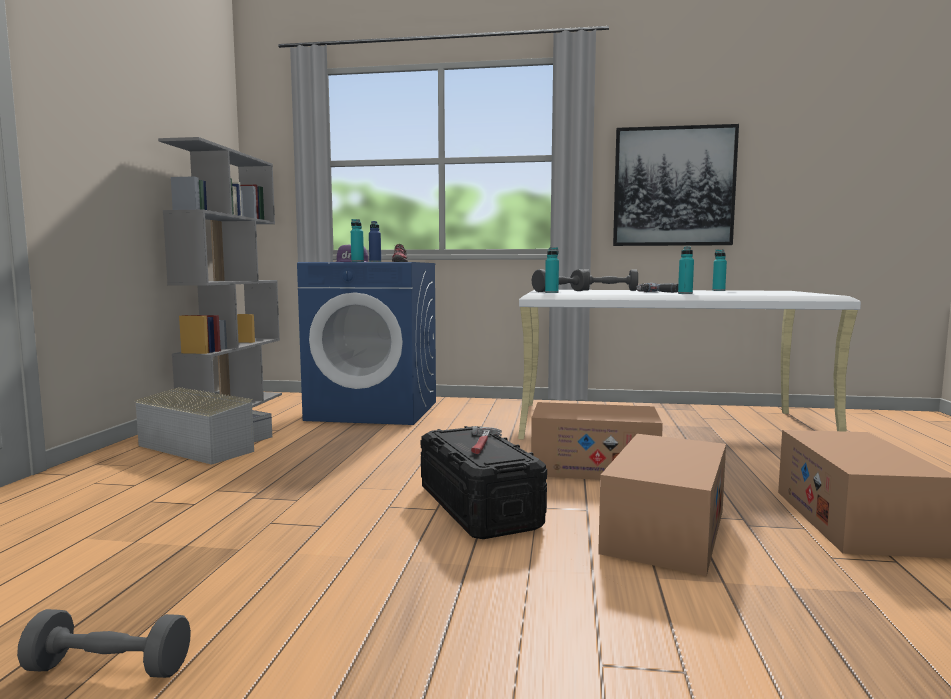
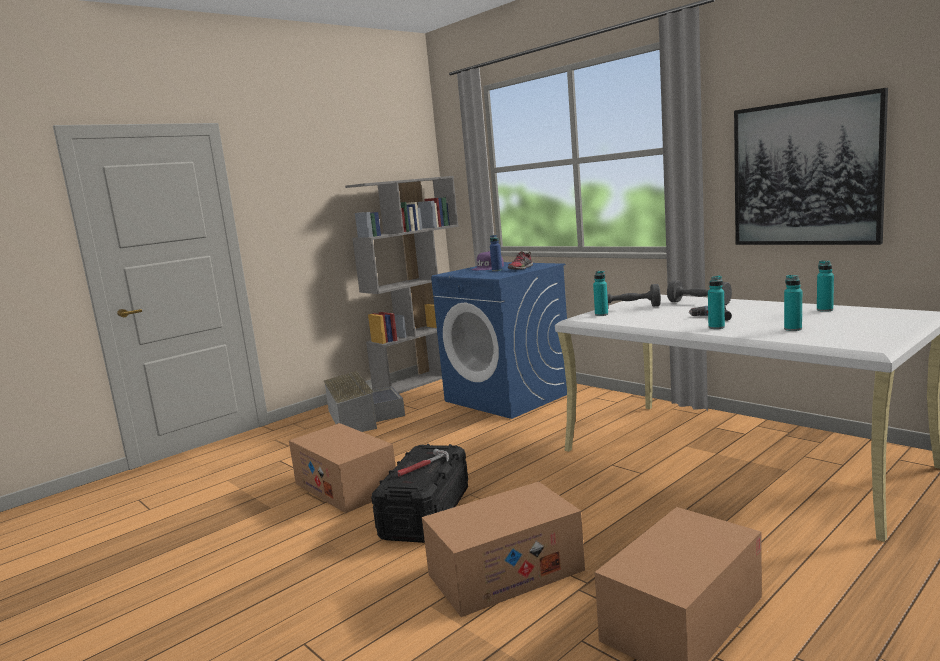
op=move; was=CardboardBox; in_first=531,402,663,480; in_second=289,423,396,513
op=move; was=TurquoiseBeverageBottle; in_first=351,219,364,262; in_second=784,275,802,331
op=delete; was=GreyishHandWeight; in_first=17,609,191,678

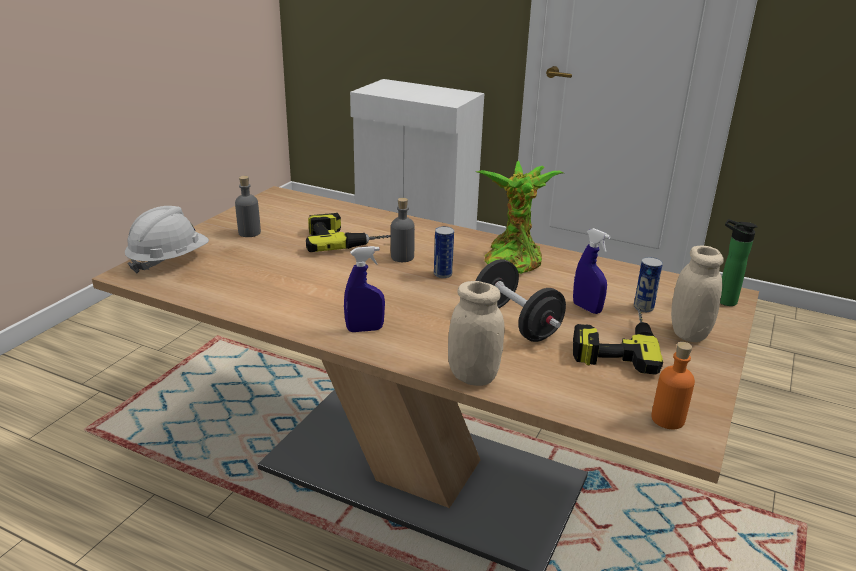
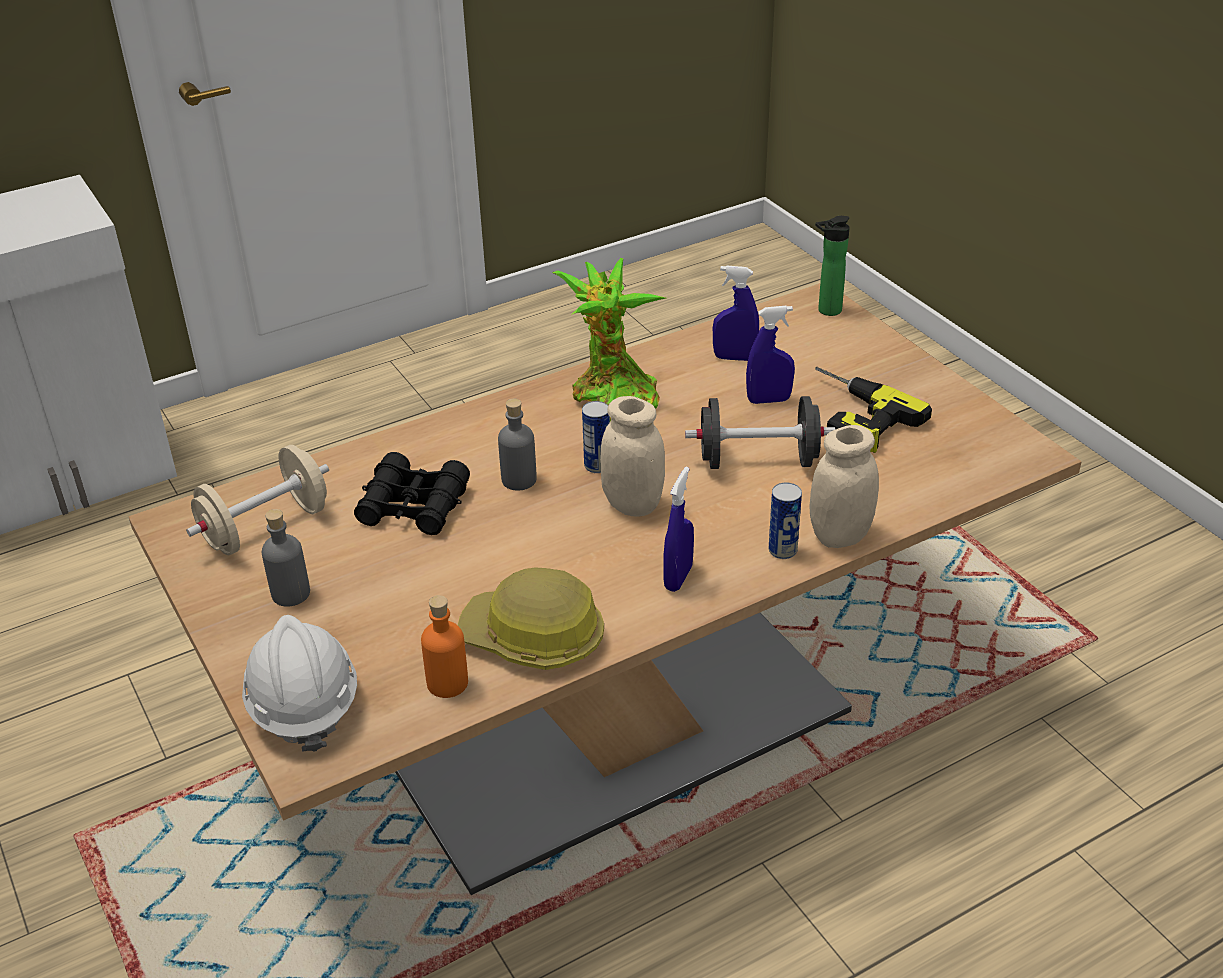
op=insert; now=BeigeColouredHandWeight; in_second=186,445,329,555
op=replace; was=ElectricDrill; now=BlackishBinoculars; in_first=306,213,391,252; in_second=354,452,470,535
op=move; was=OrangeColouredBeverageBottle; in_first=651,342,695,429; in_second=421,595,468,698
op=insert; now=HardHat; in_second=458,567,604,670
op=move; was=BeigeColouredJar; in_first=671,246,724,342; in_second=600,396,665,517
op=insert; now=BlueColouredSprayer; in_second=713,265,759,361
op=move; was=SealedCan; in_first=634,257,663,312; in_second=769,483,802,559

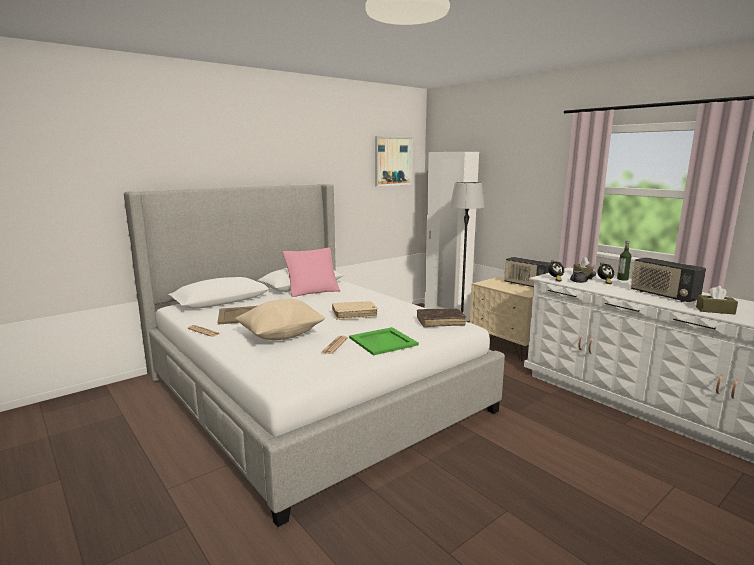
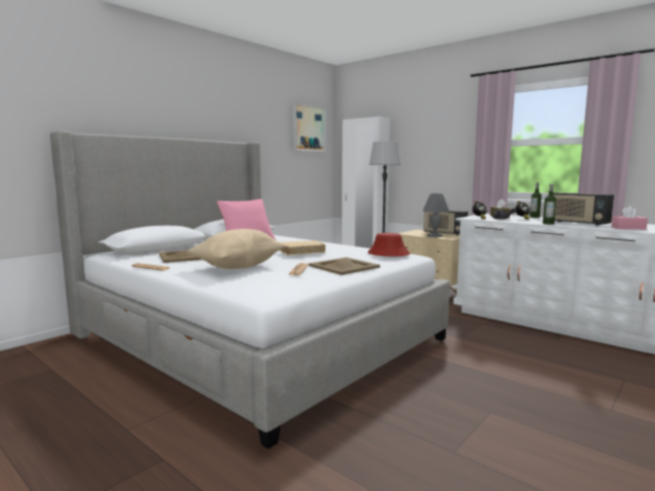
op=recolor; was=GreenTray; now=BeigeColouredTray; in_first=349,327,419,355; in_second=309,257,380,275
op=replace; was=BrownVolume; now=RedClothingHat; in_first=417,308,466,327; in_second=368,233,410,256
op=insert; now=GreyishTableLamp; in_second=423,194,449,237
op=insert; now=BeverageBottle; in_second=543,184,556,224
op=recolor; was=BrownBoxOfTissues; now=PinkColouredBoxOfTissues; in_first=696,286,738,315; in_second=611,206,648,230

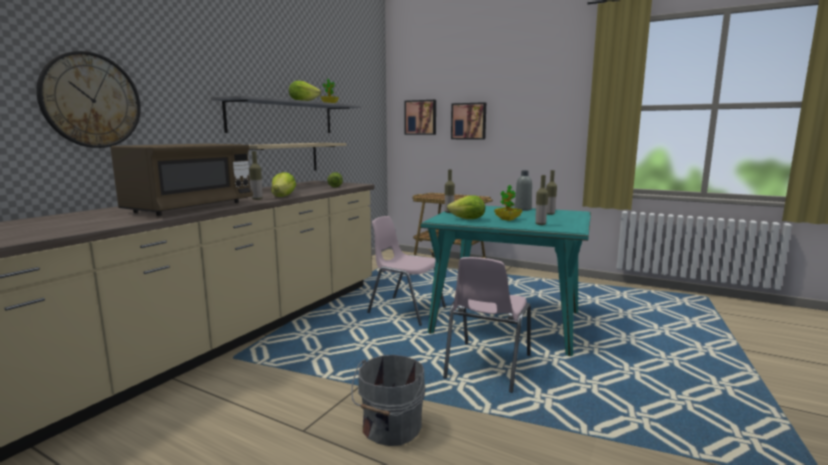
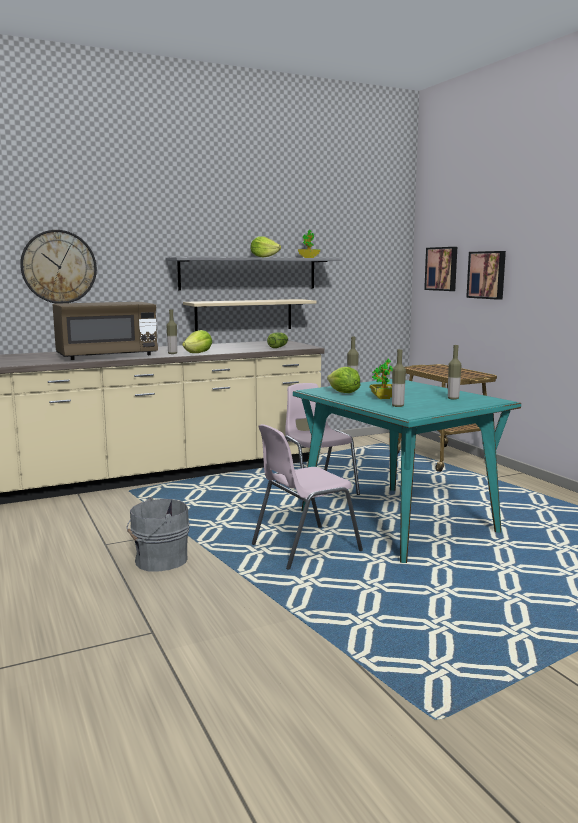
op=delete; was=GreyishBeverageBottle; in_first=515,170,532,211

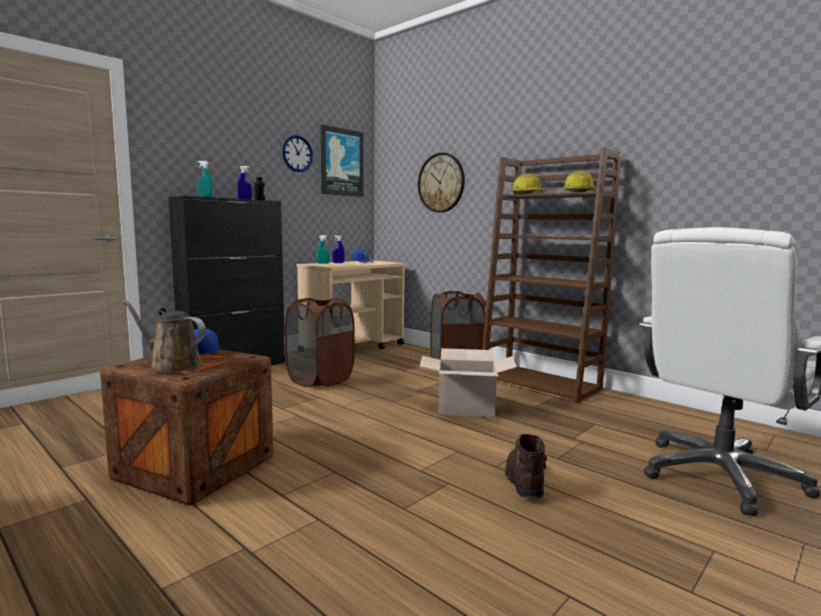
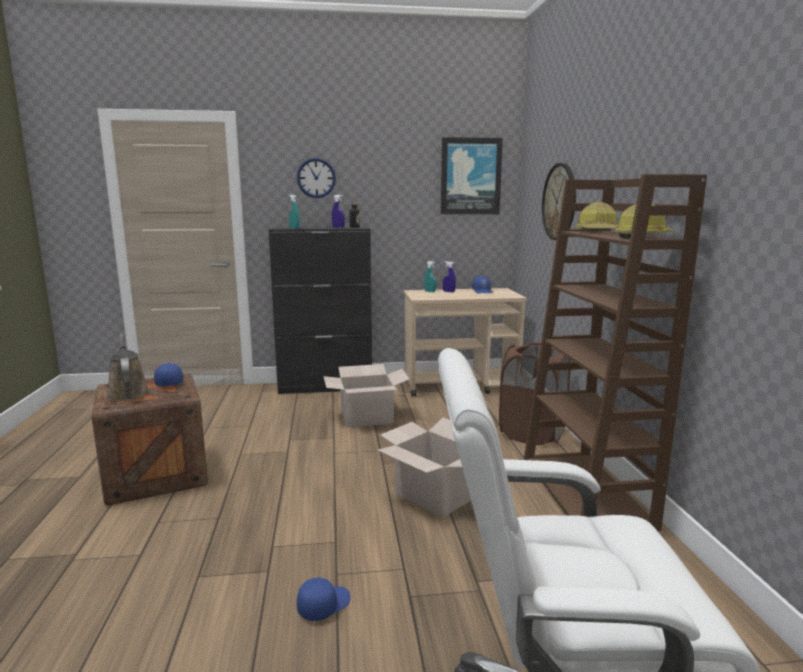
op=move; was=ClockOnTheWall; in_first=282,135,313,172; in_second=297,158,336,198
op=replace; was=BrownBoot; now=BlueColouredPeakedCap; in_first=505,434,547,498; in_second=297,578,350,621
op=replace; was=BrownHamper; now=CardboardBox; in_first=285,298,354,387; in_second=323,364,410,428

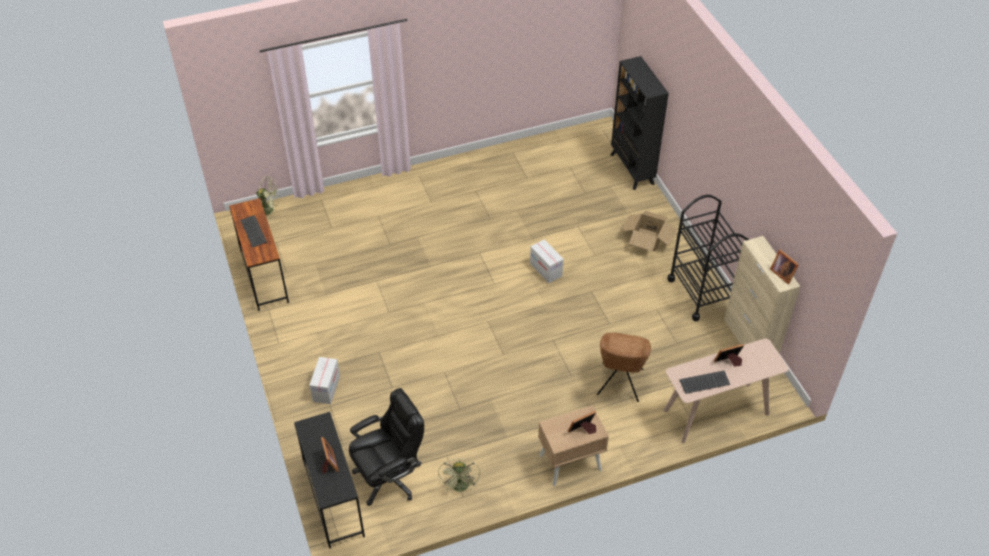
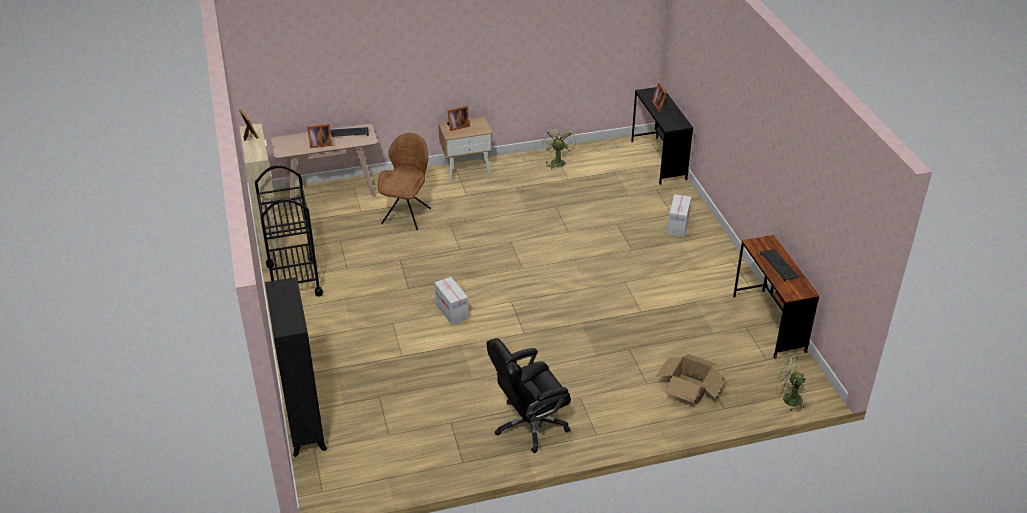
op=move; was=BlackishComputerChair; in_first=349,388,424,506; in_second=487,338,571,453
op=move; was=CardboardBox; in_first=621,211,676,251; in_second=656,354,726,404

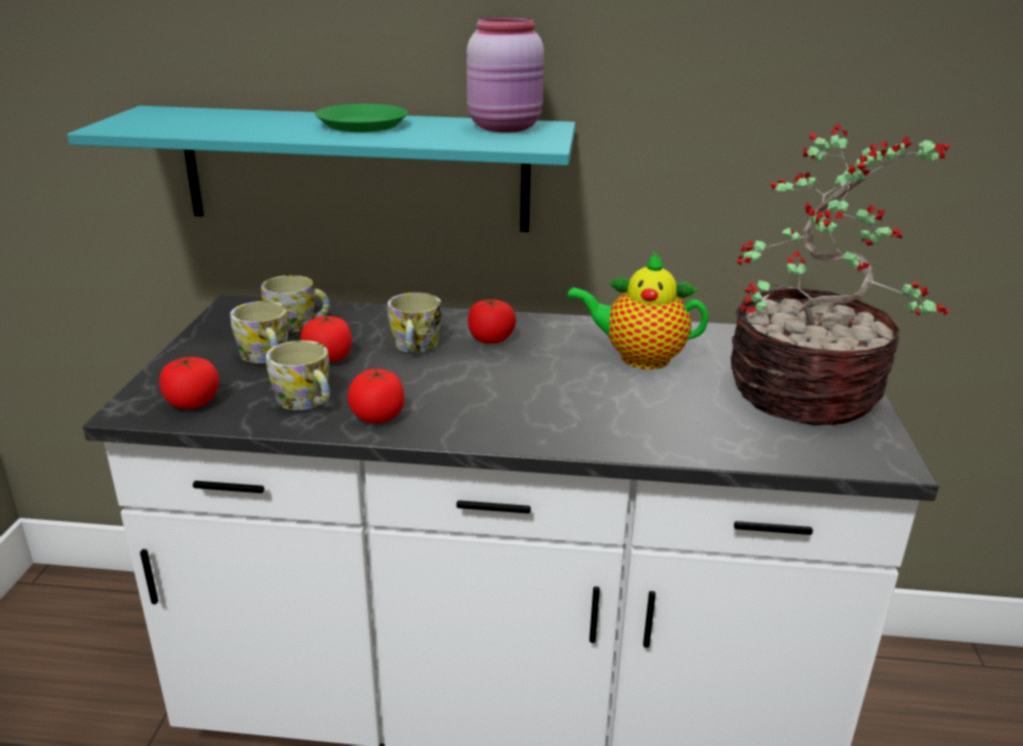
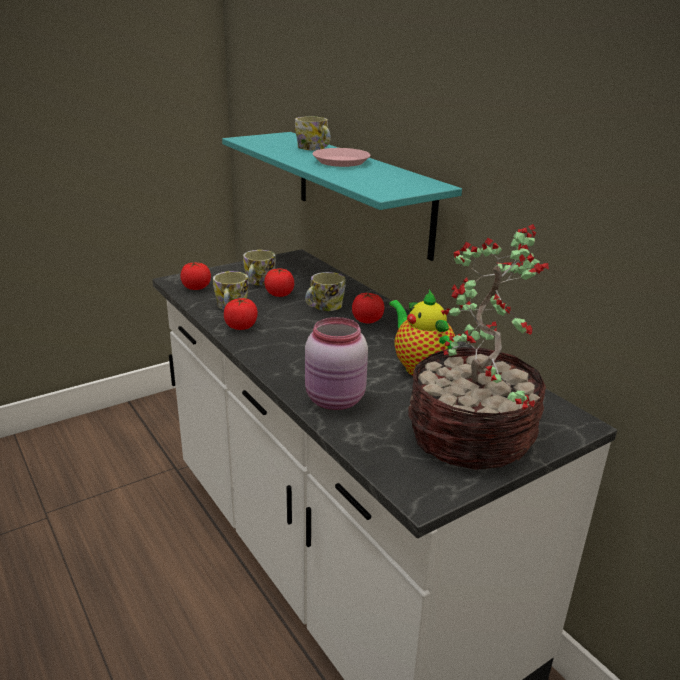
op=move; was=CoffeeMug; in_first=261,275,330,333; in_second=295,116,331,150
op=move; was=PinkColouredJar; in_first=467,17,544,133; in_second=305,317,368,410
op=recolor; was=GreenDinnerPlate; now=PinkColouredDinnerPlate; in_first=315,104,408,132; in_second=312,148,371,167

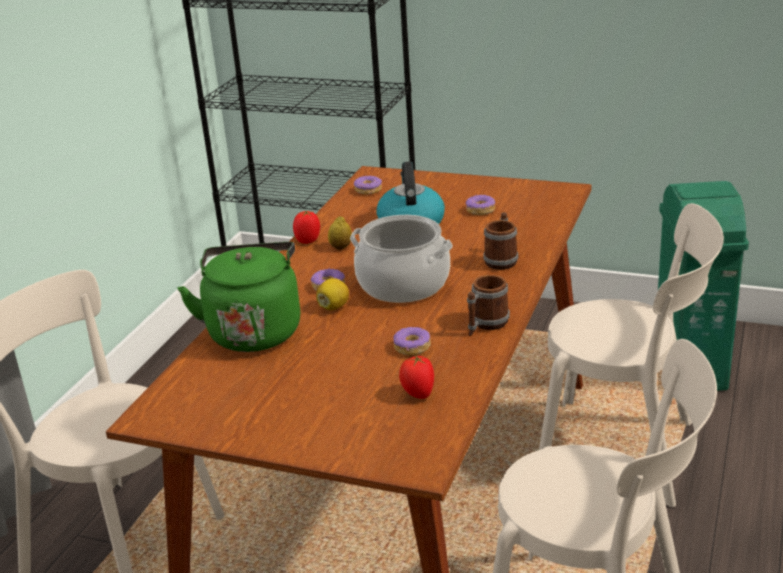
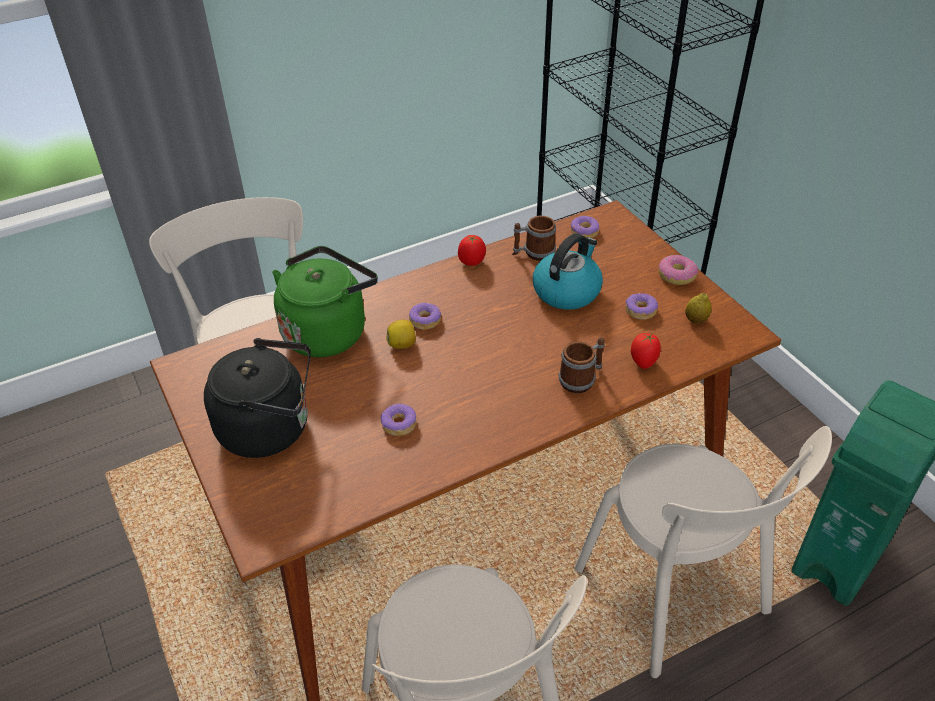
op=insert; now=BlackishTeaKettle; in_second=204,338,311,458
op=move; was=CoffeeMug; in_first=467,275,510,336; in_second=512,216,556,261
op=move; was=Tomato; in_first=399,355,434,399; in_second=631,333,661,369
op=insert; now=Doughnut; in_second=658,255,698,285
op=move; was=Lemon; in_first=328,216,352,250; in_second=685,293,712,323
op=delete; was=Saucepot; in_first=350,215,453,303

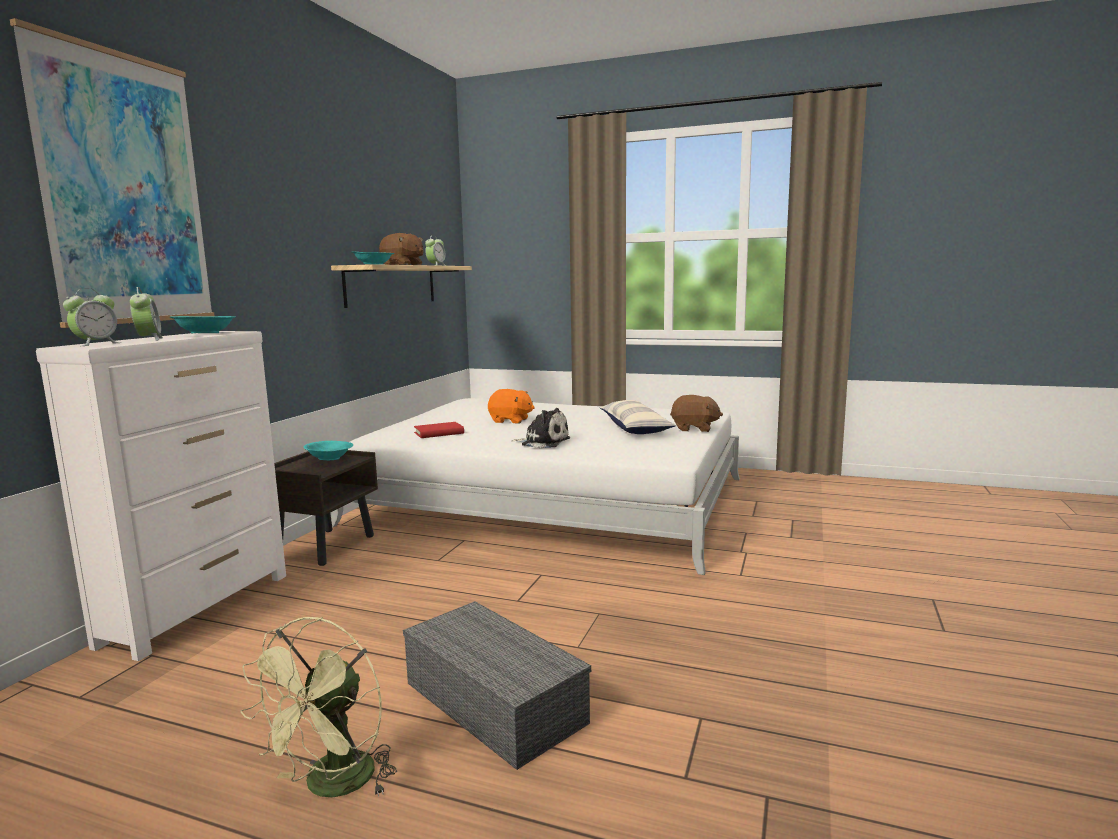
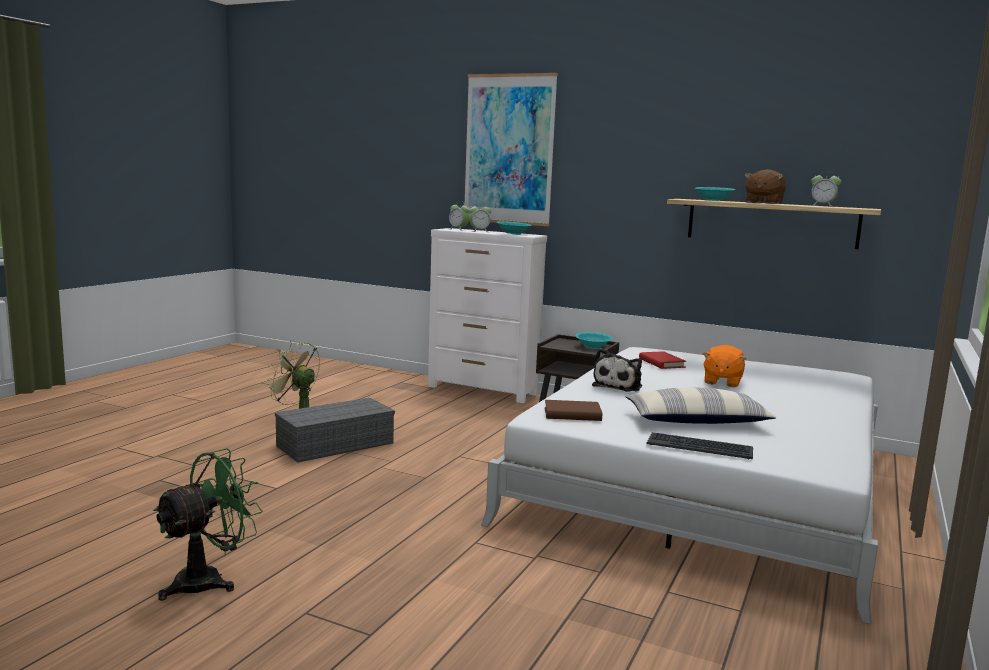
op=insert; now=GreenFan; in_second=153,448,262,601
op=insert; now=BrownVolume; in_second=545,400,602,421
op=replace; was=BrownCuddlyToy; now=Keyboard; in_first=670,395,723,432; in_second=646,432,753,459

